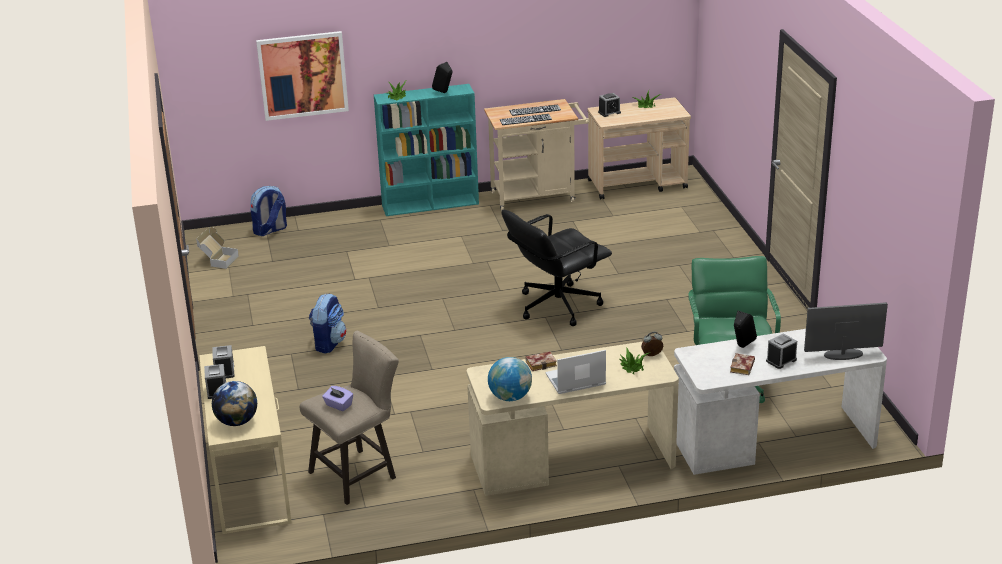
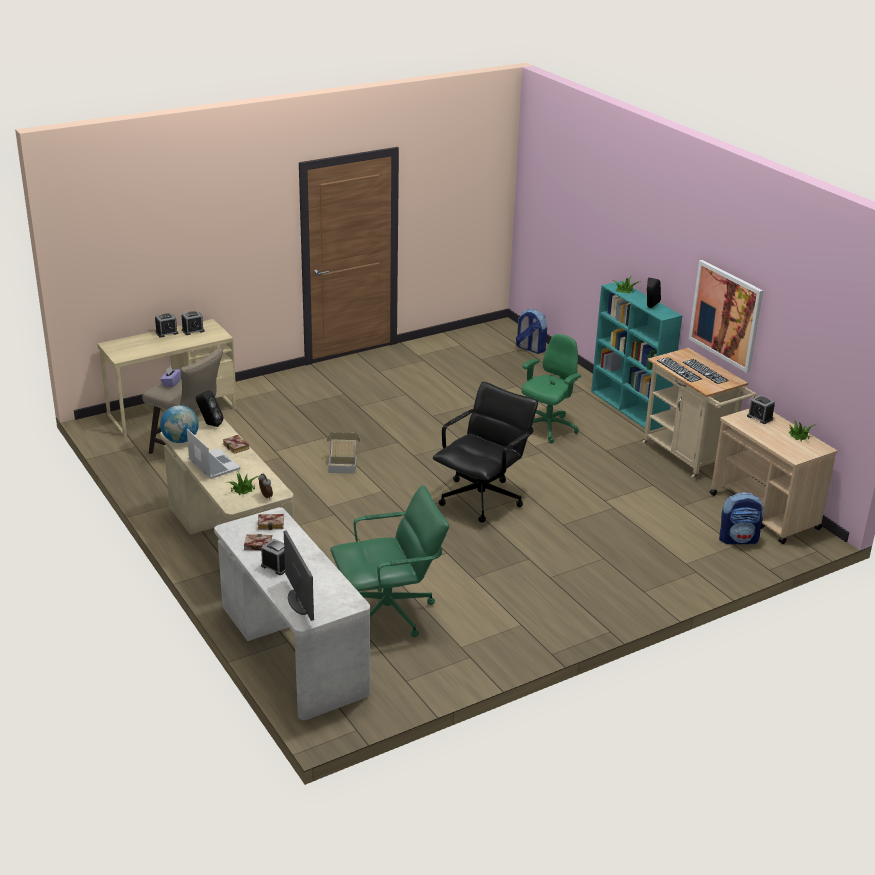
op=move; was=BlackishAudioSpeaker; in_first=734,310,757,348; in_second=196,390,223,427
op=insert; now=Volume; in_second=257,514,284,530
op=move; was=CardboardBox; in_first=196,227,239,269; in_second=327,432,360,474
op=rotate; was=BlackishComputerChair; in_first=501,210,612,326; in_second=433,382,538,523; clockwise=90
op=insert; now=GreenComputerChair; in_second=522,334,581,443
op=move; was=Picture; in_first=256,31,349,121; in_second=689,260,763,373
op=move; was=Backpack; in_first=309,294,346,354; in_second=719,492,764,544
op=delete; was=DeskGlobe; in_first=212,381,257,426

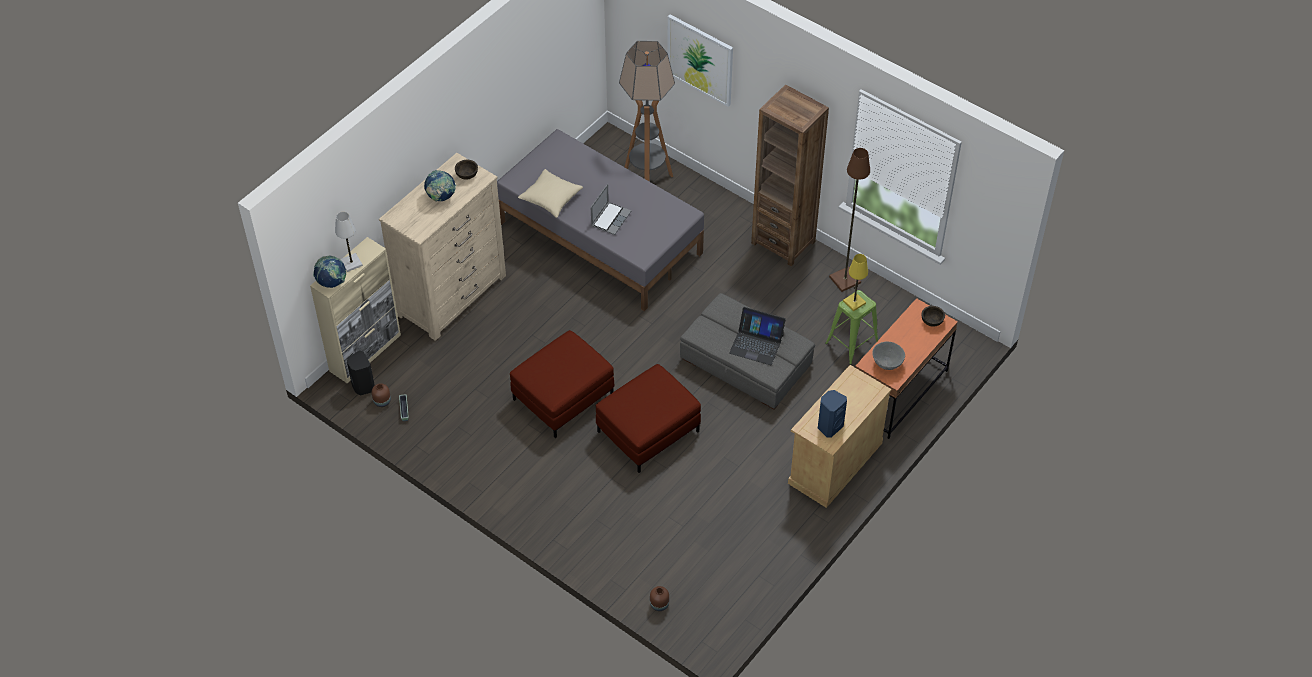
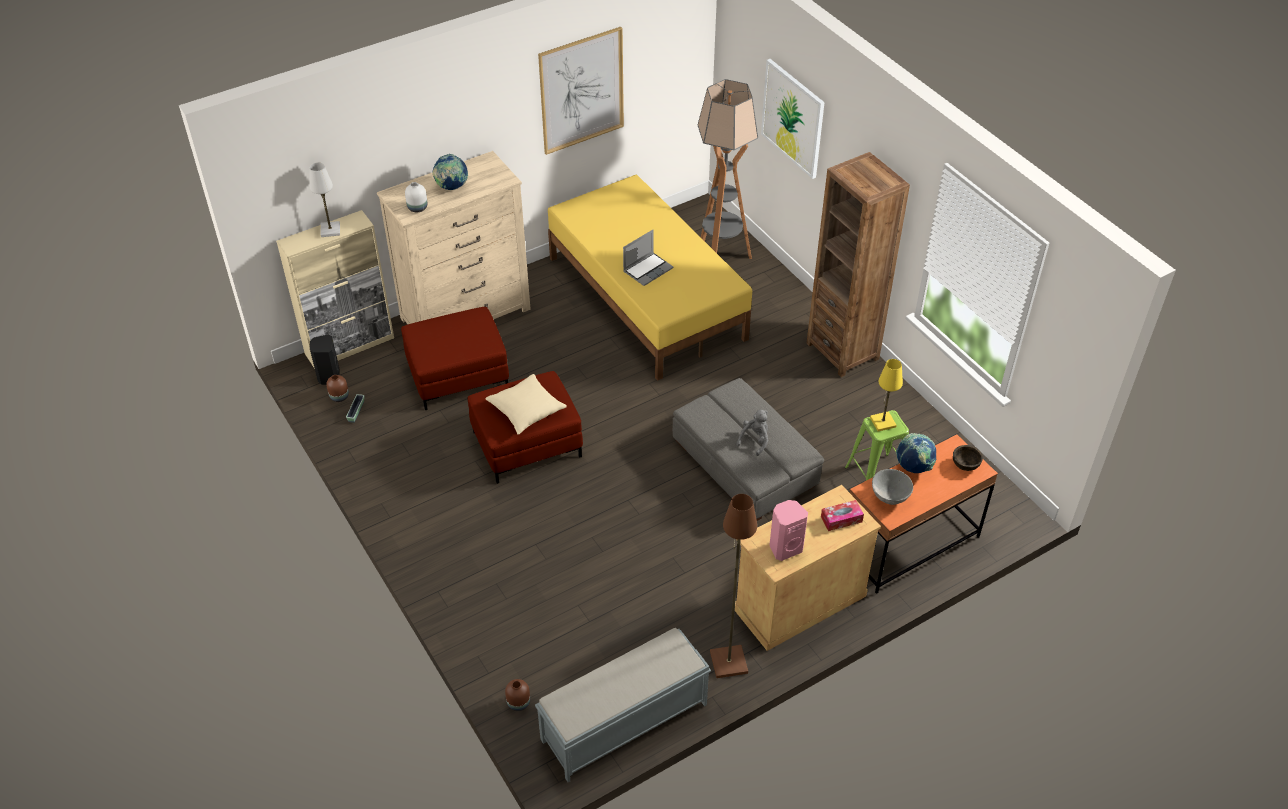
op=move; was=RedOttoman; in_first=596,364,701,473; in_second=401,307,509,410
op=insert; now=WhitishVase; in_second=405,182,427,212
op=move; was=BeigeColouredThrowPillow; in_first=518,169,583,218; in_second=485,374,567,435
op=insert; now=GreyishBench; in_second=535,628,711,782
op=insert; now=Picture; in_second=538,27,624,155
op=recolor; was=GreyishBedroomBed; now=YellowishBedroomBed; in_first=497,129,704,311; in_second=548,175,752,381
op=move; was=BrownFloorLamp; in_first=829,148,870,292; in_second=710,494,757,678
op=replace; was=PortableComputer; now=GreyishCuddlyToy; in_first=729,307,786,365; in_second=736,410,768,456
op=recolor; was=BlueColouredAudioSpeaker; now=PinkColouredAudioSpeaker; in_first=818,390,847,438; in_second=769,500,808,561
op=insert; now=BoxOfTissues; in_second=821,500,864,531
op=move; was=DeskGlobe; in_first=313,255,346,288; in_second=896,433,936,473
op=delete; was=BrownServingBowl; in_first=455,160,478,180

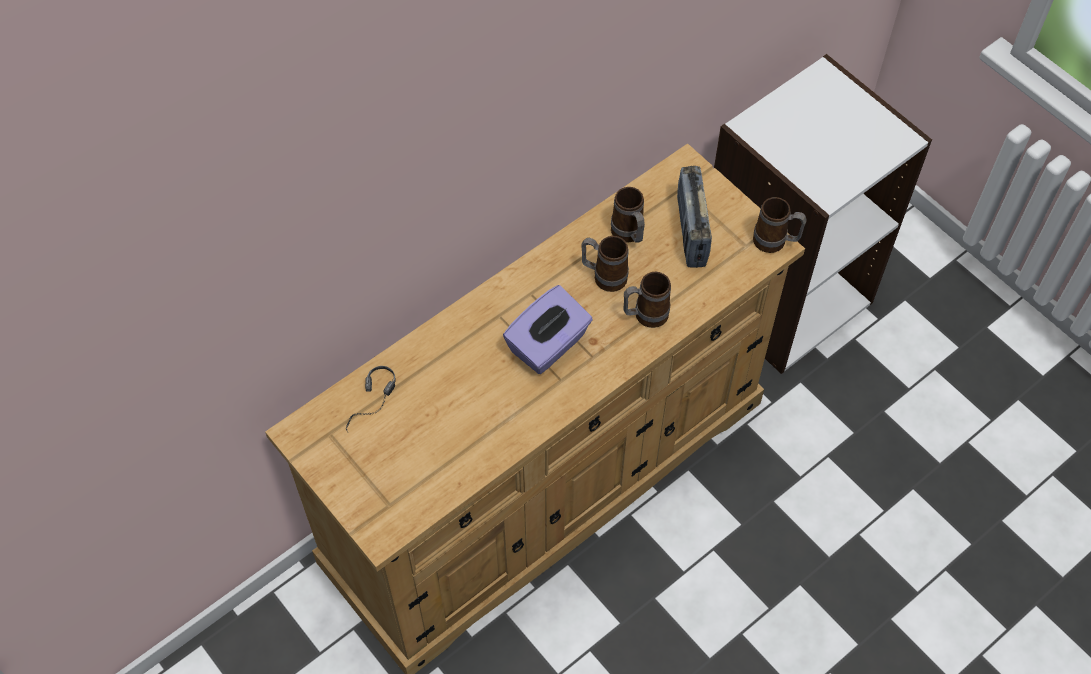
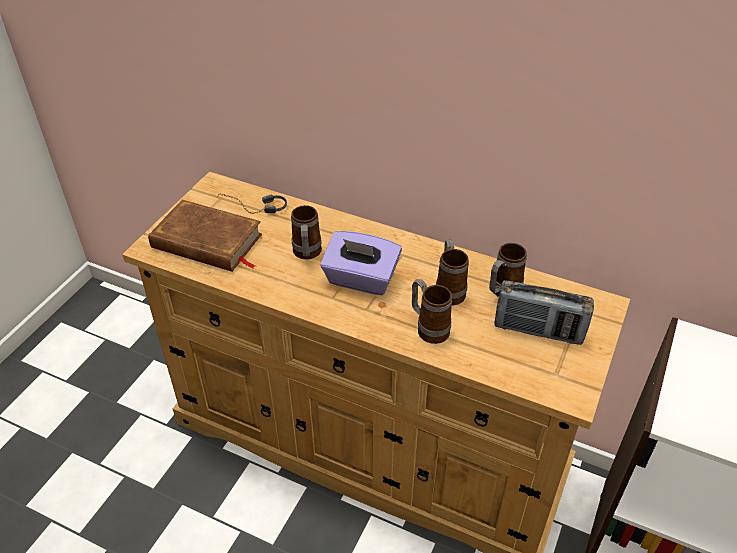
op=insert; now=BrownVolume; in_second=148,200,262,272
op=move; was=CoffeeMug; in_first=753,197,807,253; in_second=291,205,322,259
op=rotate; was=Radio; in_first=677,166,712,268; in_second=494,280,594,345; clockwise=-135

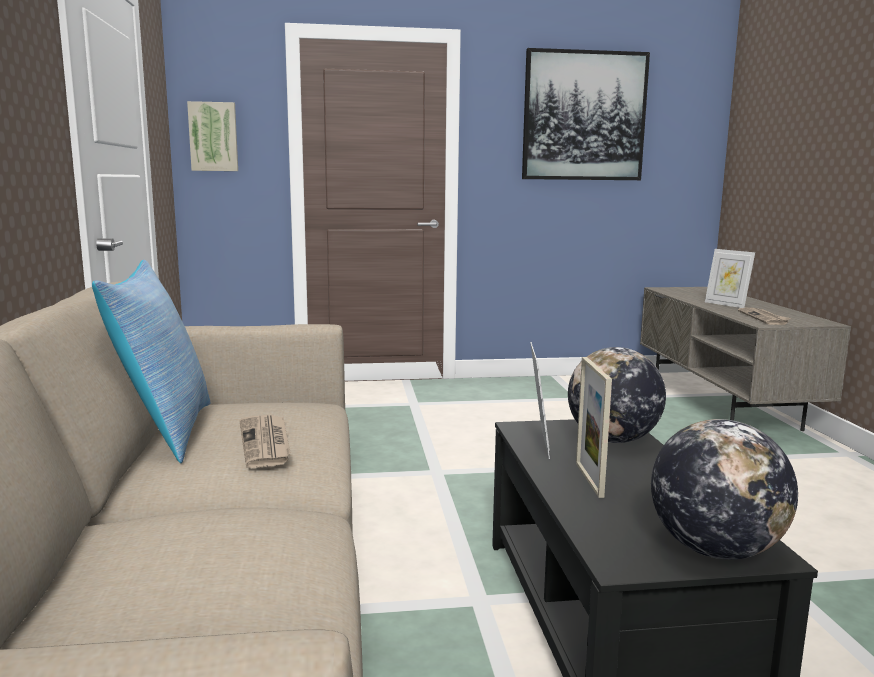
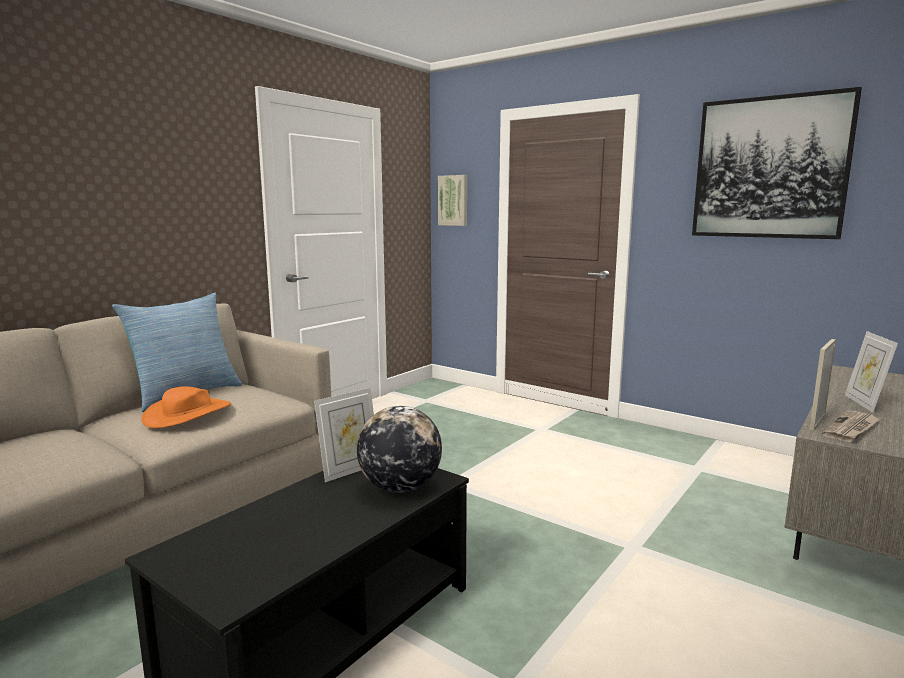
op=replace; was=DailyPaper; now=OrangeColouredClothingHat; in_first=239,415,291,468; in_second=141,387,231,428
op=move; was=StandingFrame; in_first=576,357,612,498; in_second=809,339,836,431
op=delete; was=DeskGlobe; in_first=651,419,798,560

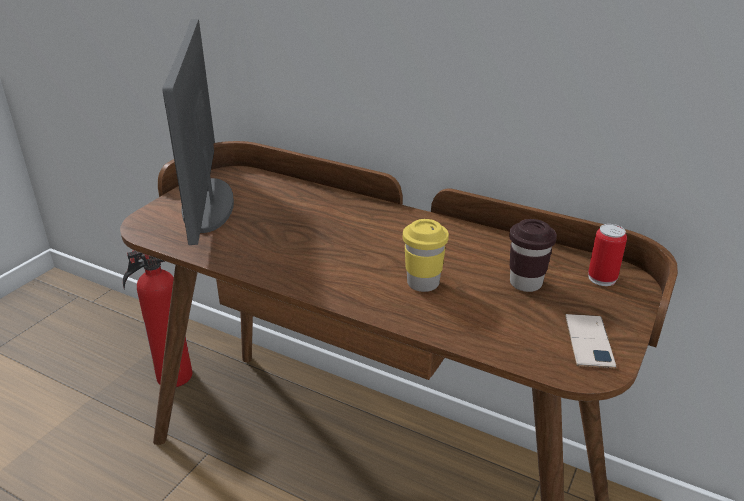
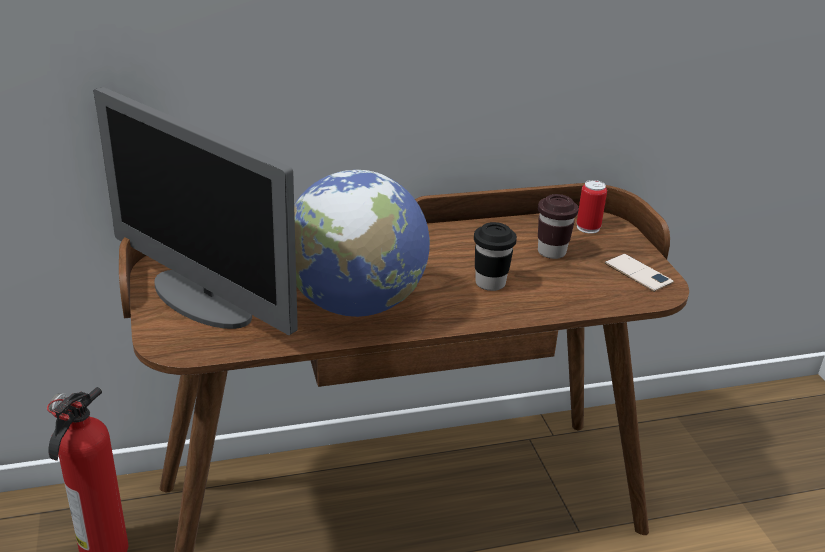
op=insert; now=DeskGlobe; in_second=294,170,430,317
op=recolor; was=YellowishSmallCup; now=BlackishSmallCup; in_first=403,219,449,292; in_second=474,222,517,291

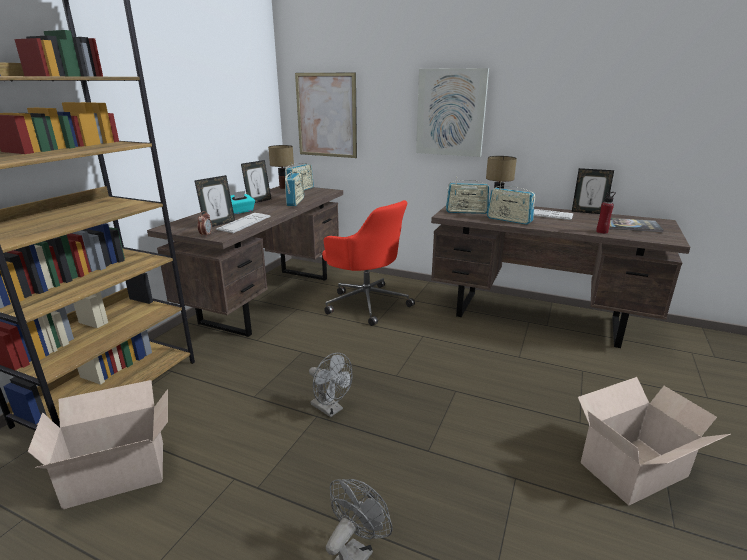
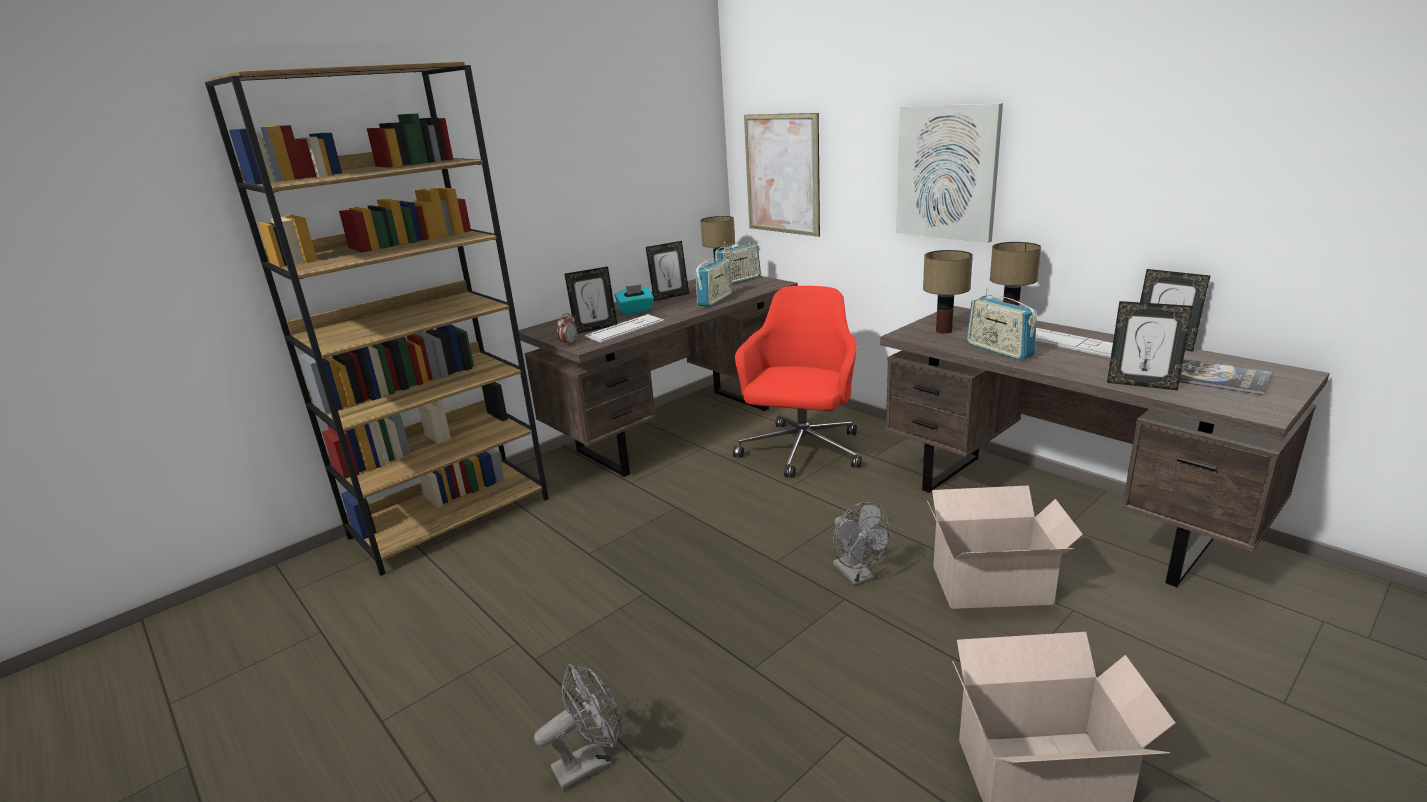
op=rotate; was=RedComputerChair; in_first=322,200,415,326; in_second=733,286,862,478; clockwise=-135
op=move; was=GreyishFan; in_first=309,353,352,417; in_second=833,502,892,585
op=replace; was=Radio; now=TableLamp; in_first=446,177,490,214; in_second=923,250,973,334
op=move; was=CardboardBox; in_first=28,380,168,509; in_second=927,485,1083,609
op=replace; was=RedBeverageBottle; now=StandingFrame; in_first=596,192,616,234; in_second=1107,301,1193,390

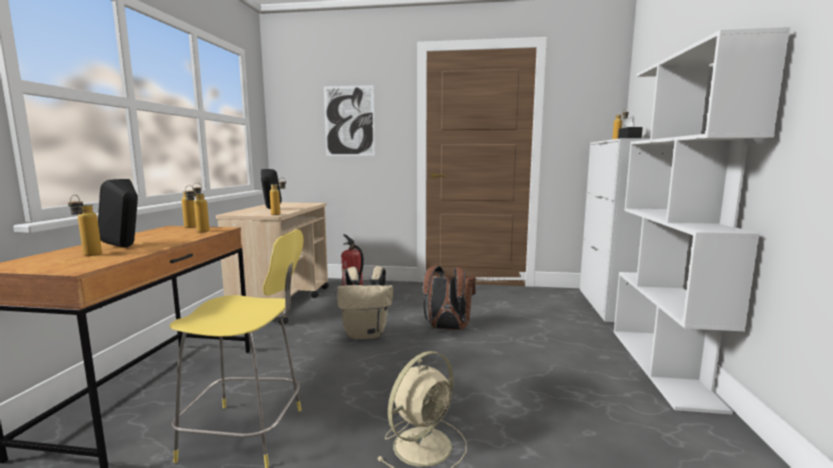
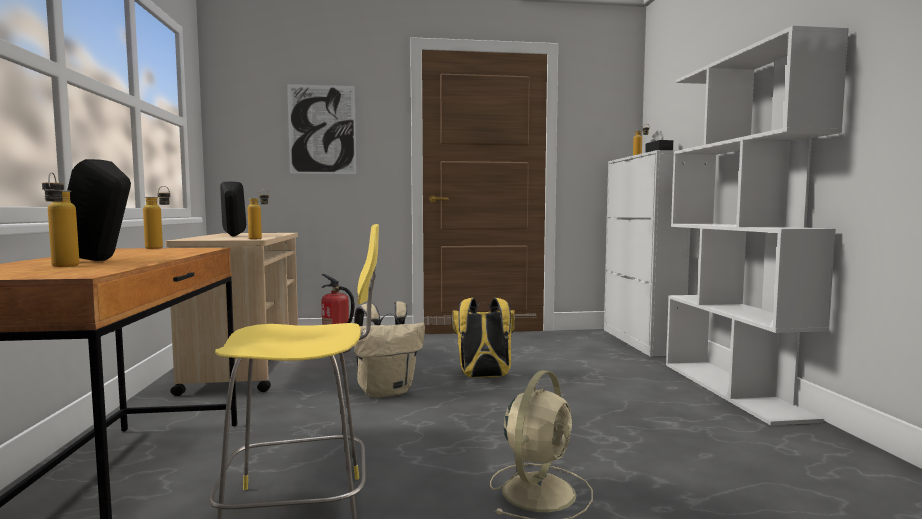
op=recolor; was=BrownBackpack; now=YellowishBackpack; in_first=423,266,476,330; in_second=452,298,515,378
op=delete; was=BeverageBottle; in_first=185,185,209,233

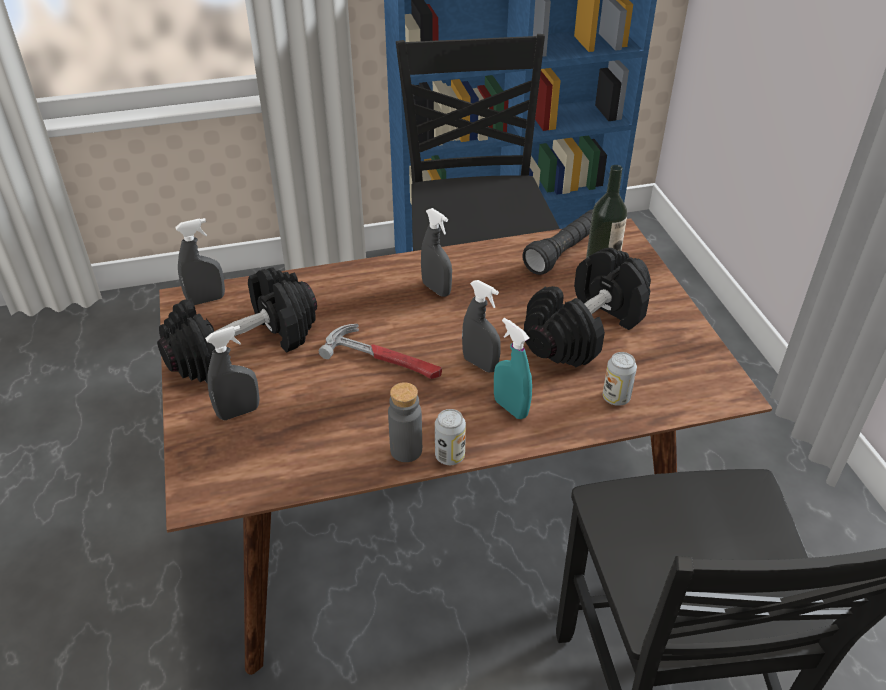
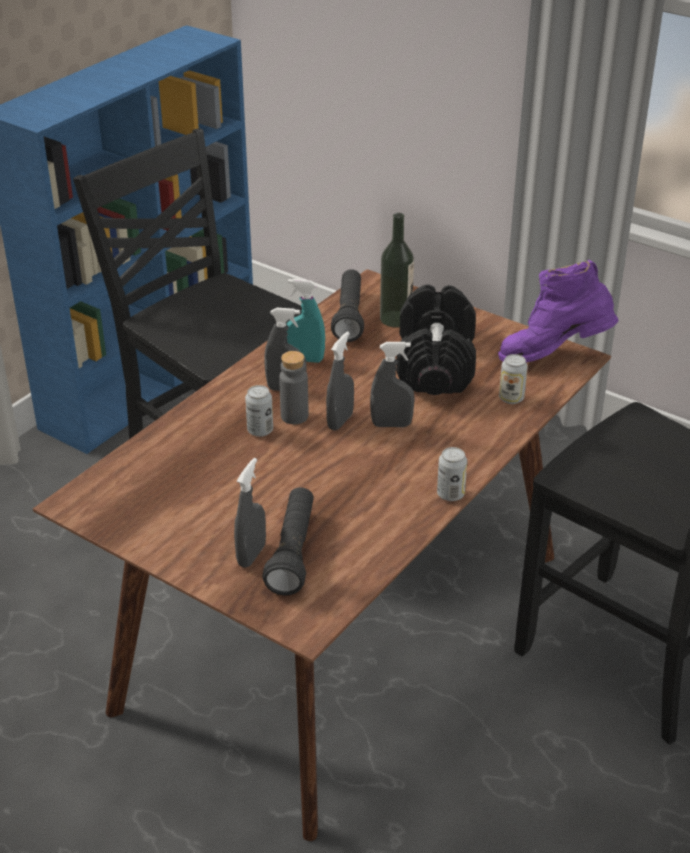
op=insert; now=SealedCan; in_second=245,385,273,437
op=insert; now=BlackishHandTorch; in_second=262,487,314,595
op=move; was=GreyishBeverageBottle; in_first=388,382,422,462; in_second=279,351,308,424
op=move; was=TurquoiseSprayer; in_first=494,318,532,419; in_second=286,279,325,363
op=move; was=GreyishSprayer; in_first=175,218,225,305; in_second=326,331,354,431
op=insert; now=PurpleBoot; in_second=498,260,618,362
op=delete; was=BlackishHandWeight; in_first=157,268,317,384
op=delete; was=Hammer; in_first=319,324,442,379

